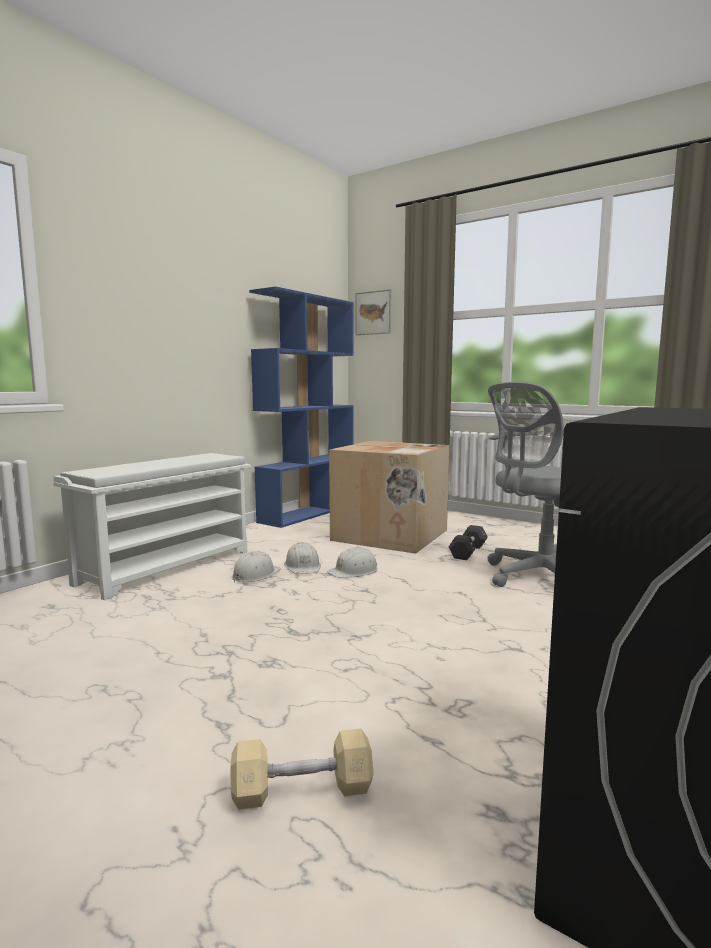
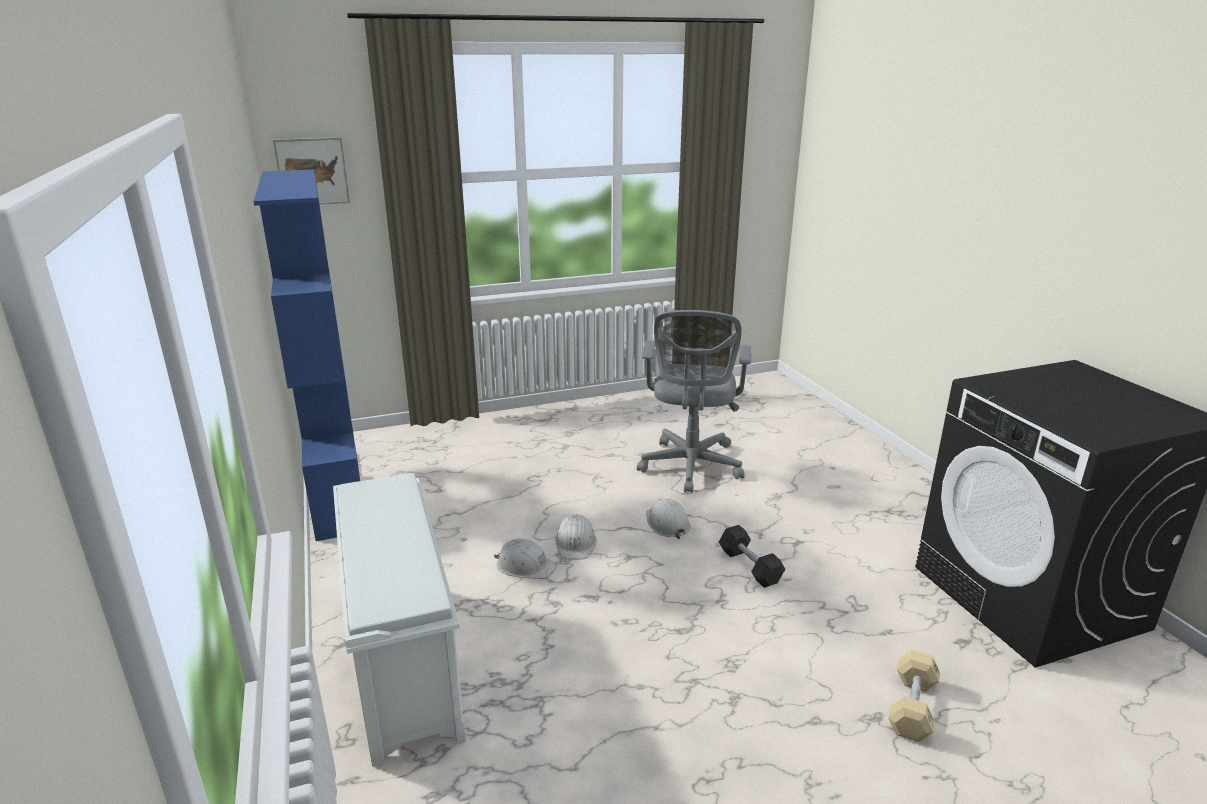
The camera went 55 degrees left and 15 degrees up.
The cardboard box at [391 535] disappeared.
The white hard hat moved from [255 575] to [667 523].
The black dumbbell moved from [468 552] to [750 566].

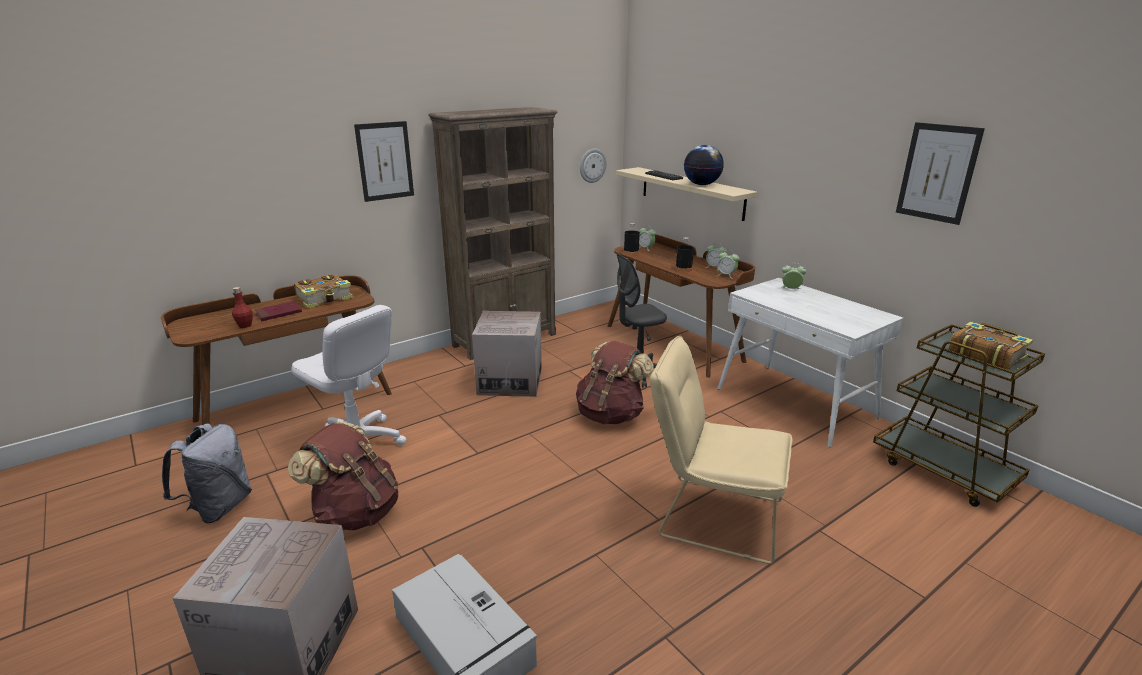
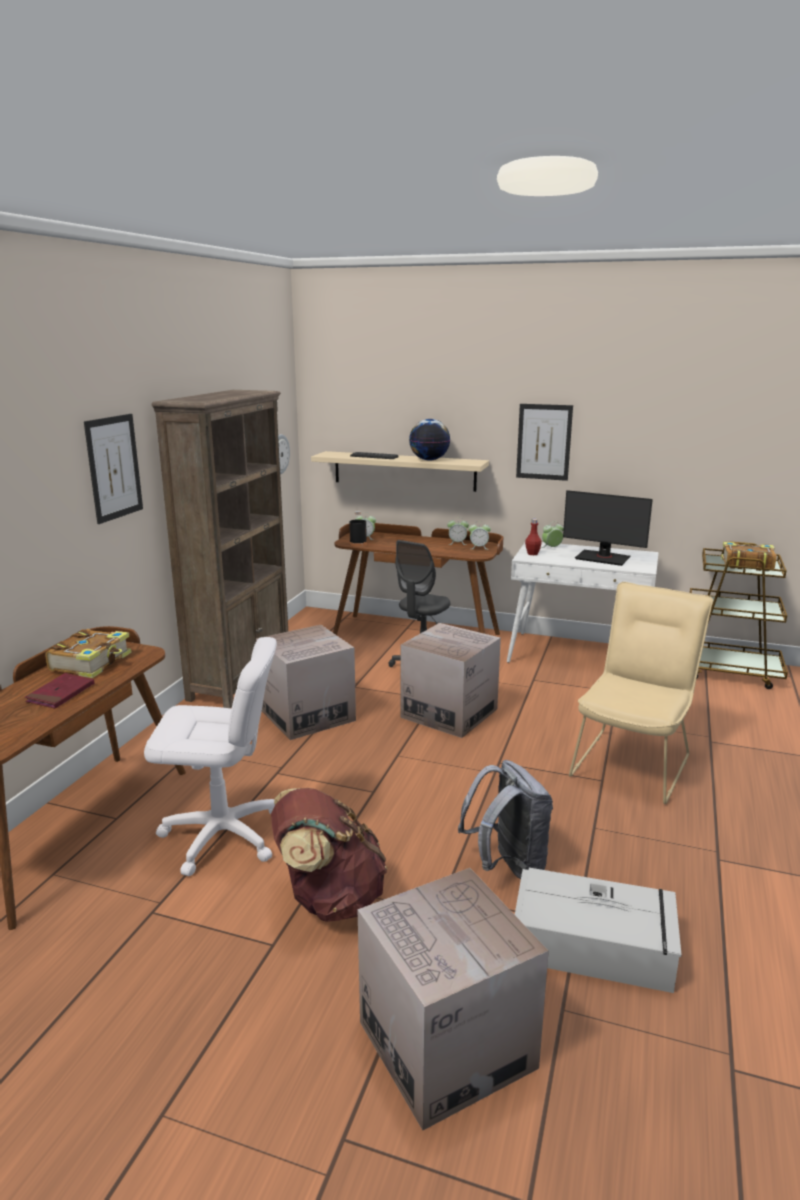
The camera went 35 degrees left and 5 degrees down.
The black bottle at [683 269] disappeared.
The monitor at [603 558] appeared.
The grey backpack moved from [219 507] to [507 866].
The red bottle moved from [245 325] to [532 554].
The picture moved from [937 173] to [544 442].
The brown backpack at [611 415] was replaced by the cardboard box at [449 713].
The beige chair at [711 516] turned 135 degrees clockwise.

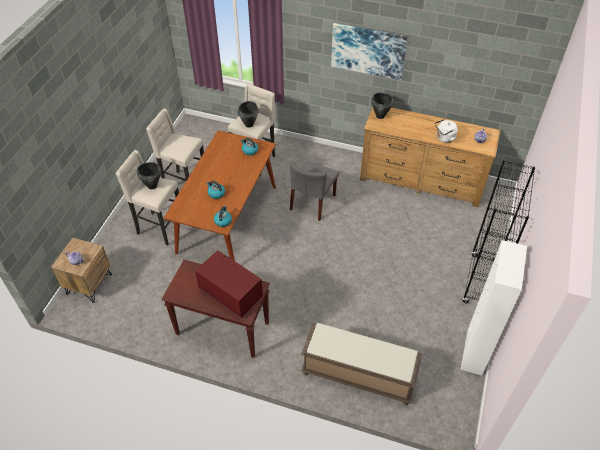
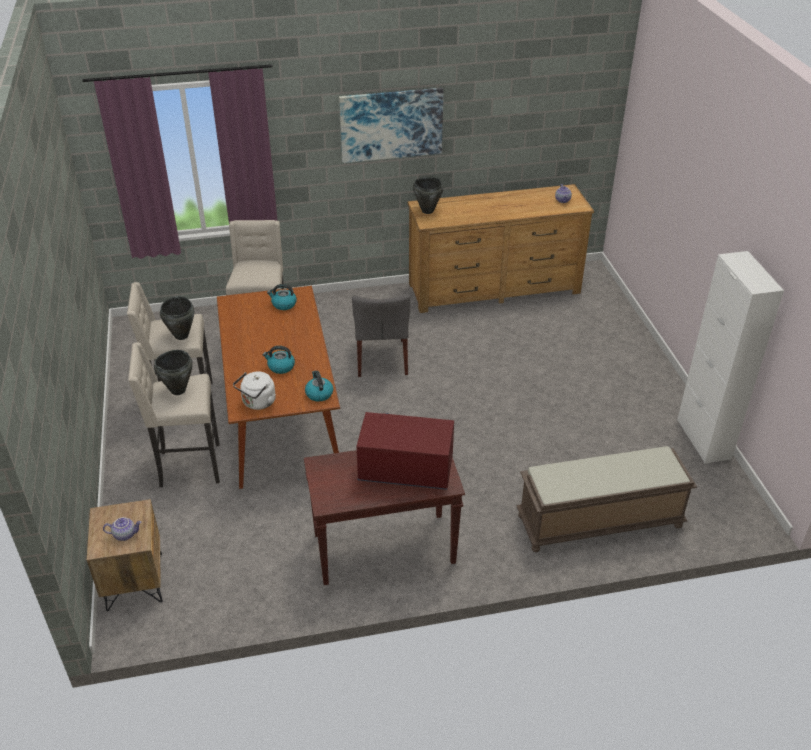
The camera went 30 degrees left and 10 degrees down.
The black bookcase at [480 282] disappeared.
The black cooking pot moved from [249 124] to [182 335].
The white kettle moved from [444 138] to [257 403].

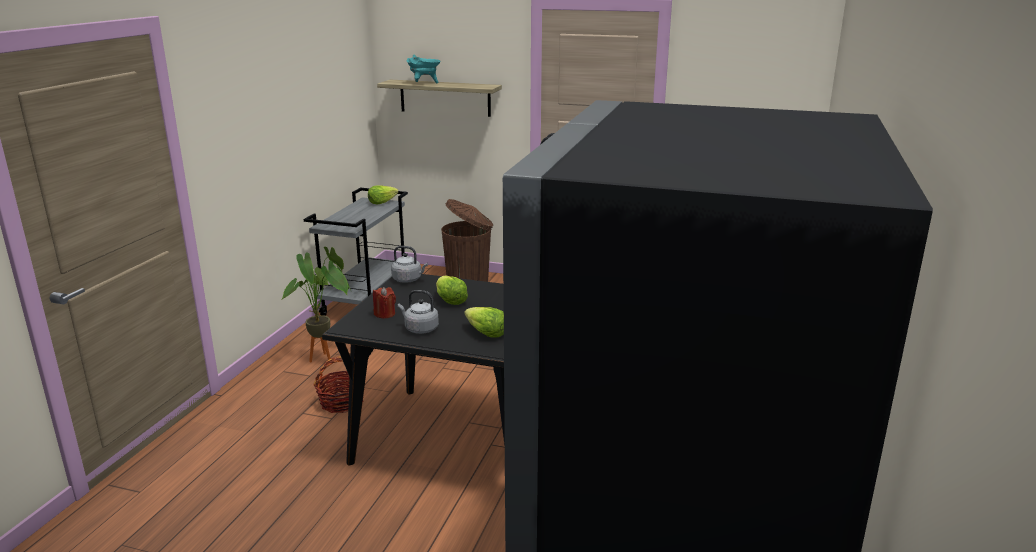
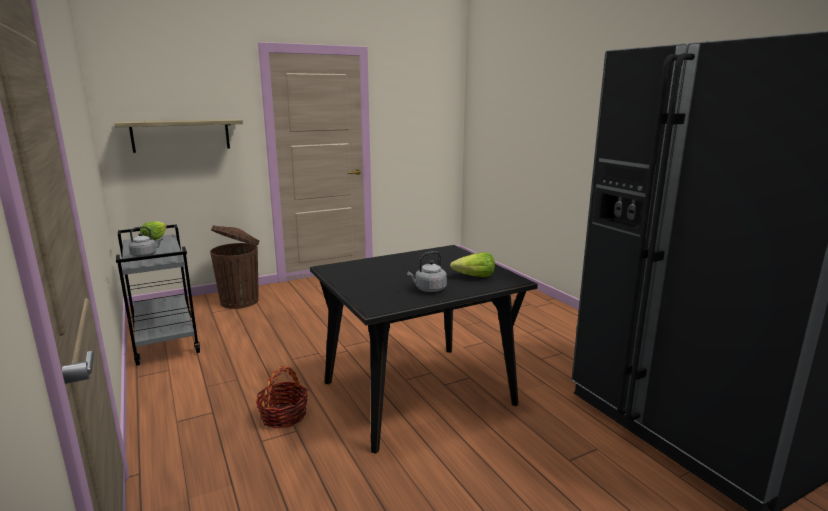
The camera went 45 degrees left and 5 degrees down.
The potted plant at [328 358] disappeared.
The red candle at [384 314] disappeared.
The turquoise cooking pot at [424 83] disappeared.
The lettuce at [450 300] disappeared.
The grey kettle moved from [408 279] to [145 255].

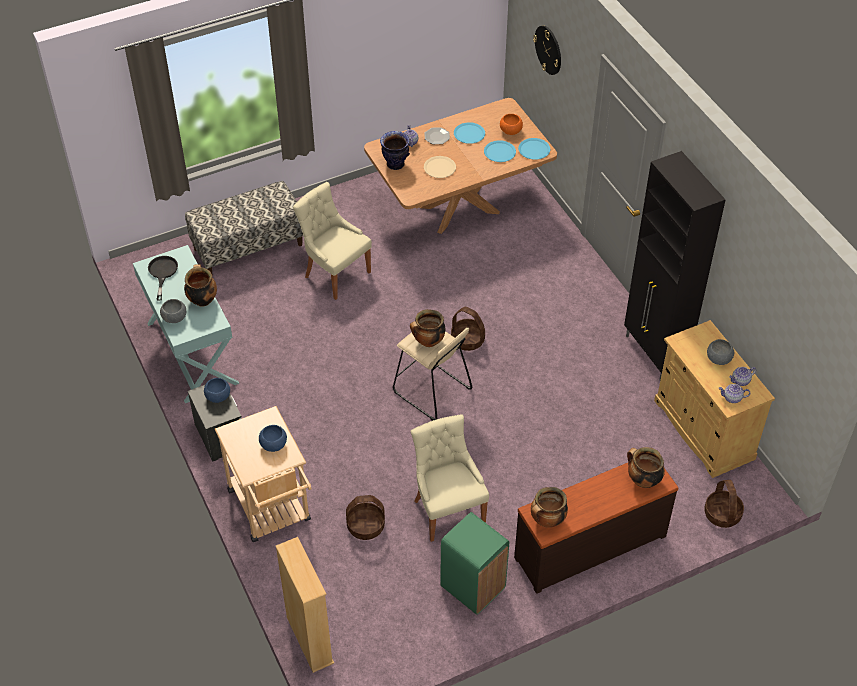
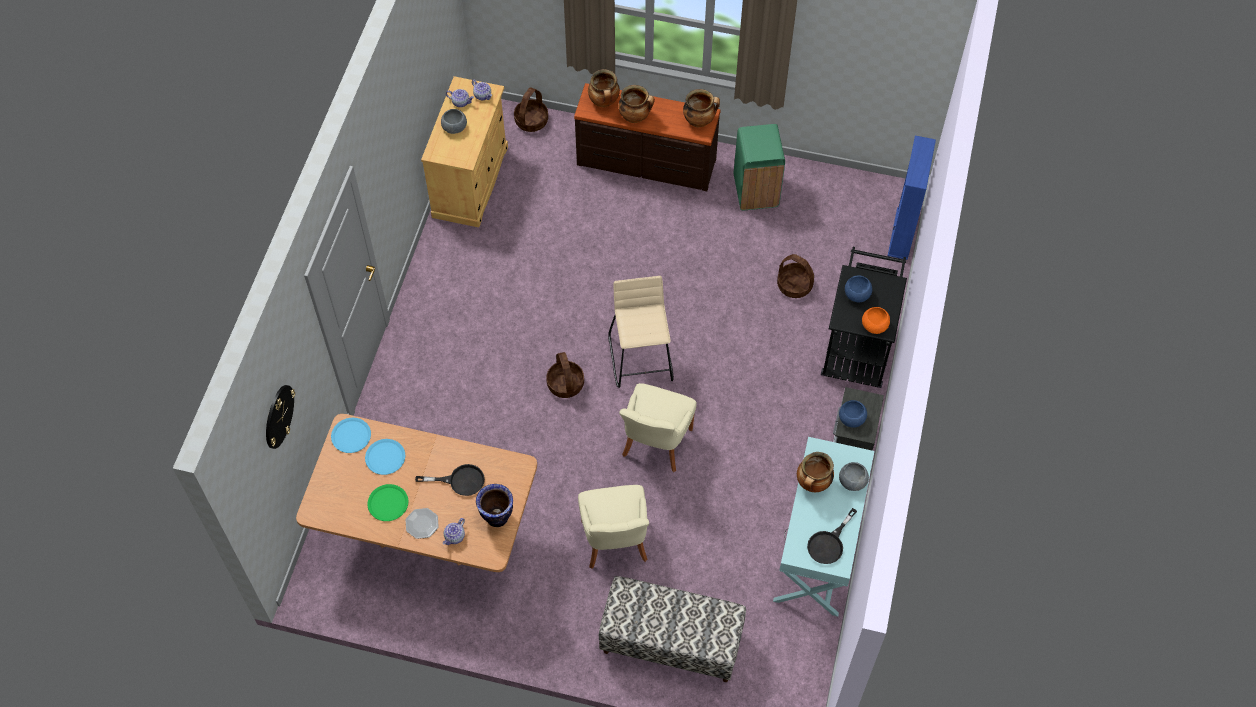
The camera went 140 degrees left and 10 degrees up.
The black cabinet at [654 354] disappeared.
The cooking pot moved from [428 342] to [635 117].
The beige chair moved from [447 509] to [655 444].
The orange bowl moved from [510 131] to [874 325].
The beige plate at [439 167] was replaced by the black frying pan at [460 481].
The beige cart at [272 511] became the black cart at [857 346].
The beige bookcase at [309 640] became the blue bookcase at [902 234].
The blue plate at [469 134] became the green plate at [388 503].

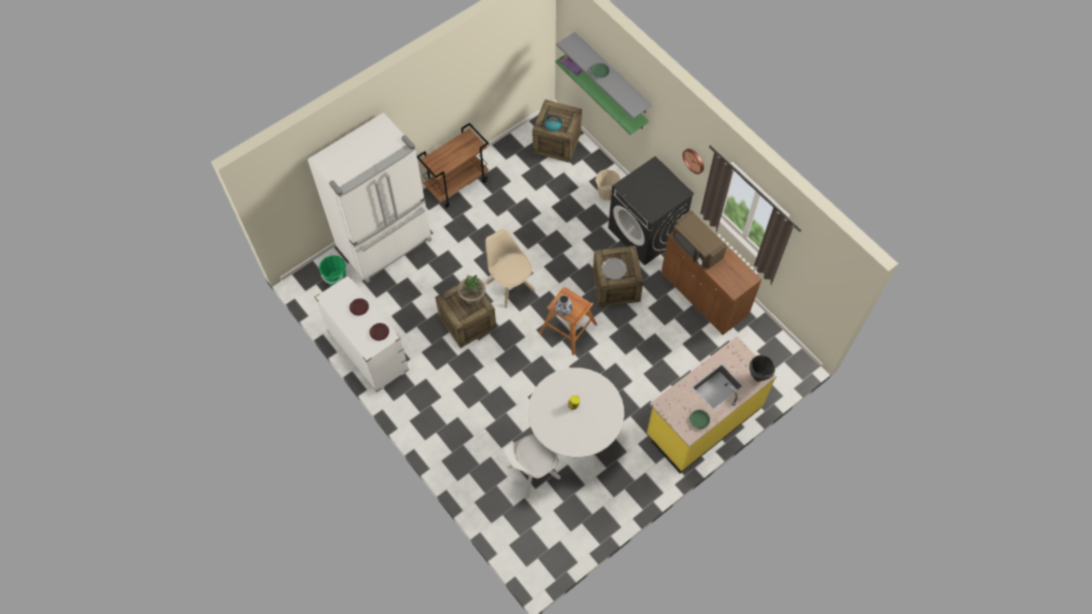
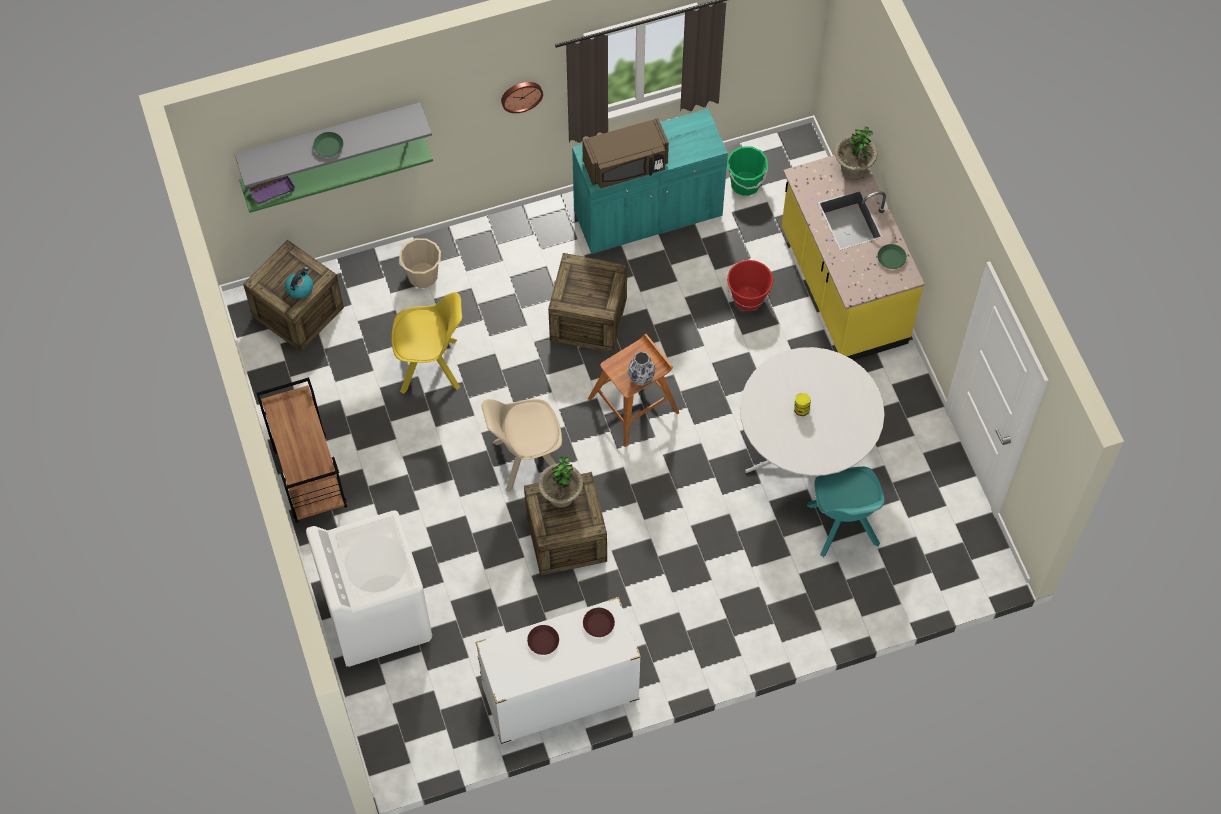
The camera went 70 degrees left and 0 degrees up.
The plate at [614 269] disappeared.
The black washing machine at [646 232] disappeared.
The yellow chair at [431 366] appeared.
The red bucket at [748 298] appeared.
The green bucket moved from [336 279] to [745 184].
The white fridge at [386 245] was replaced by the white washing machine at [377 615].
The black cooking pot at [758 377] was replaced by the potted plant at [853 168].
The white chair at [532 473] became the turquoise chair at [843 527].
The brown cabinet at [704 294] became the turquoise cabinet at [648 214].

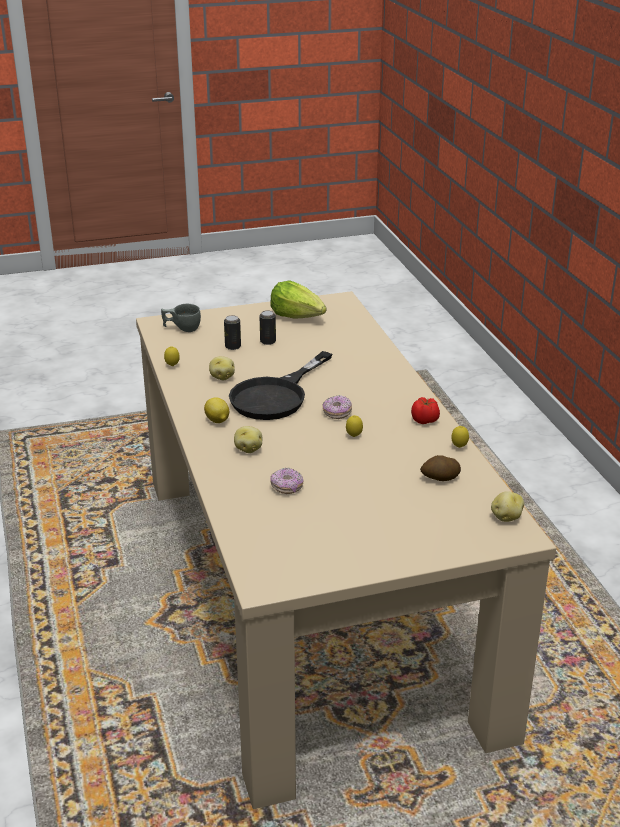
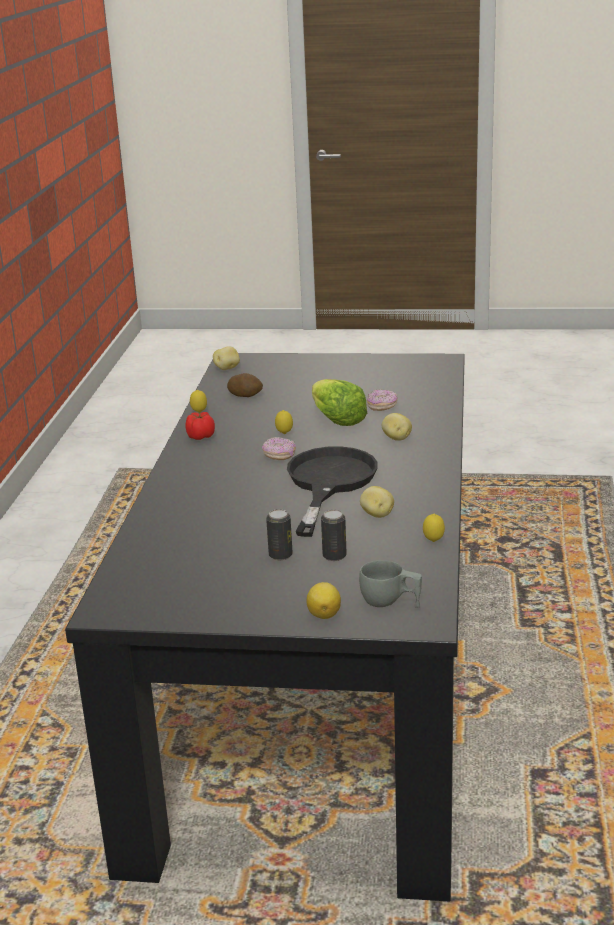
The camera went 155 degrees left and 5 degrees down.
The lemon moved from [217 421] to [324 614].
The lettuce moved from [297 316] to [336 419].
The beige dining table at [310 594] became the black dining table at [317 682].
The black frying pan at [276 395] turned 45 degrees counterclockwise.

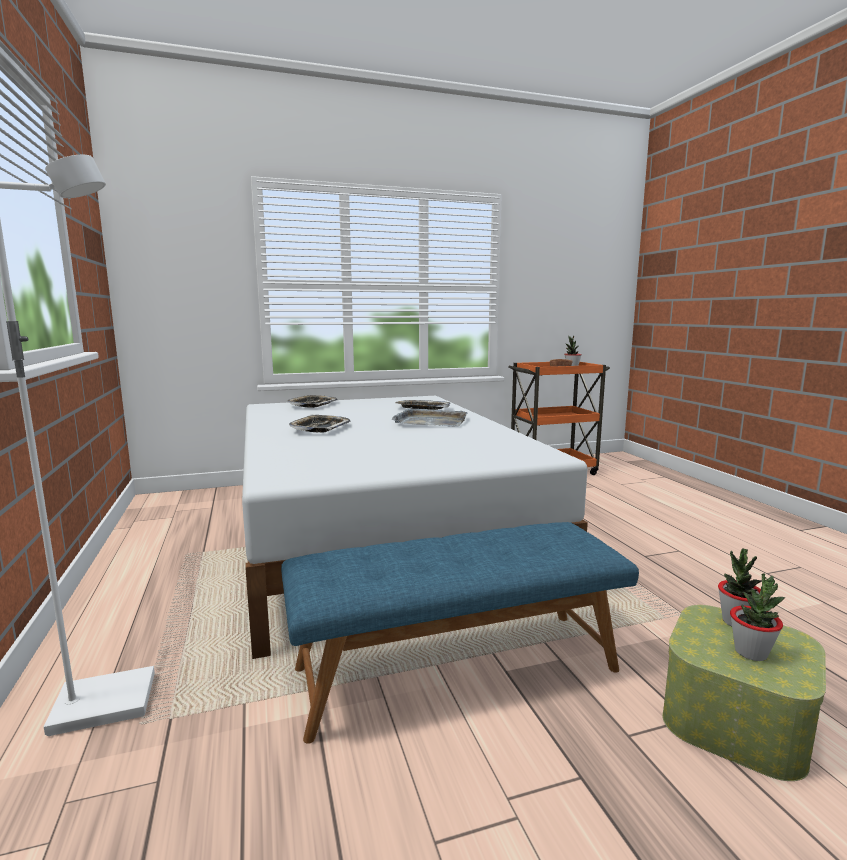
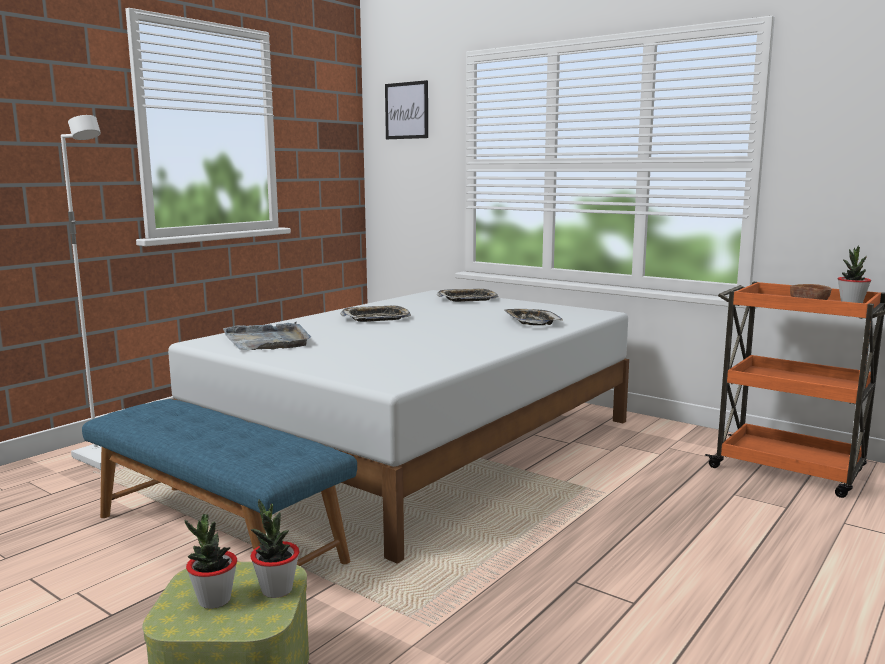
The camera went 55 degrees right and 0 degrees up.
The picture at [406 110] appeared.
The grey tray moved from [430 421] to [268 341].

